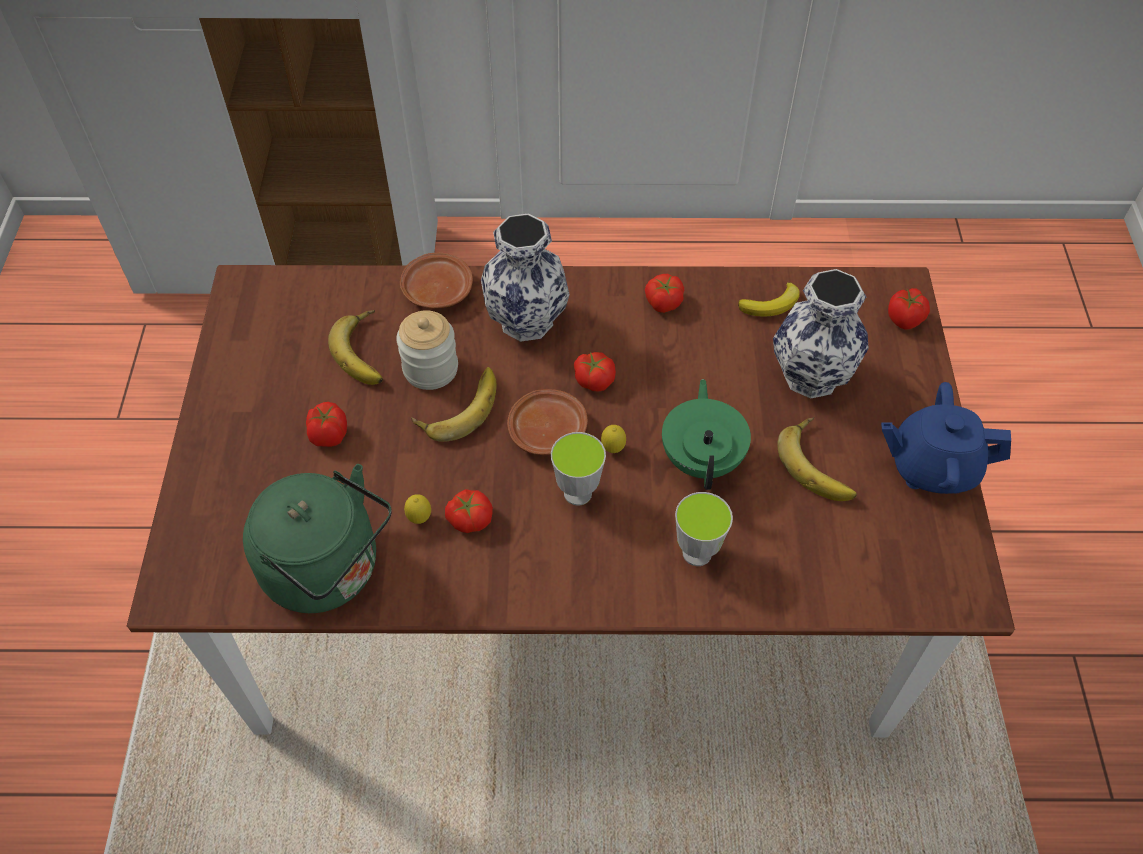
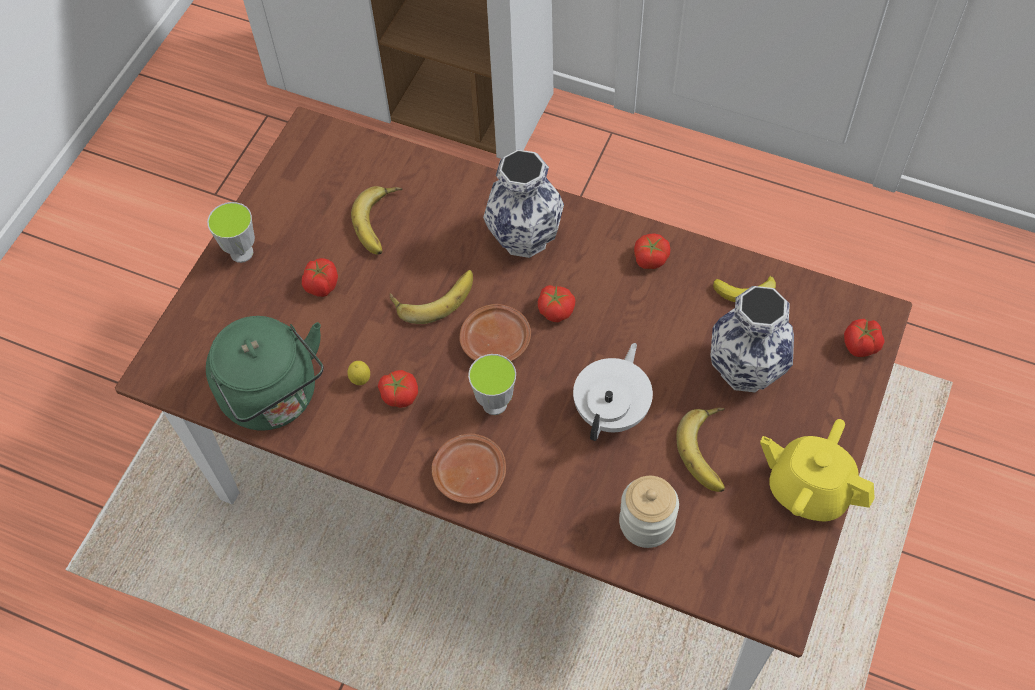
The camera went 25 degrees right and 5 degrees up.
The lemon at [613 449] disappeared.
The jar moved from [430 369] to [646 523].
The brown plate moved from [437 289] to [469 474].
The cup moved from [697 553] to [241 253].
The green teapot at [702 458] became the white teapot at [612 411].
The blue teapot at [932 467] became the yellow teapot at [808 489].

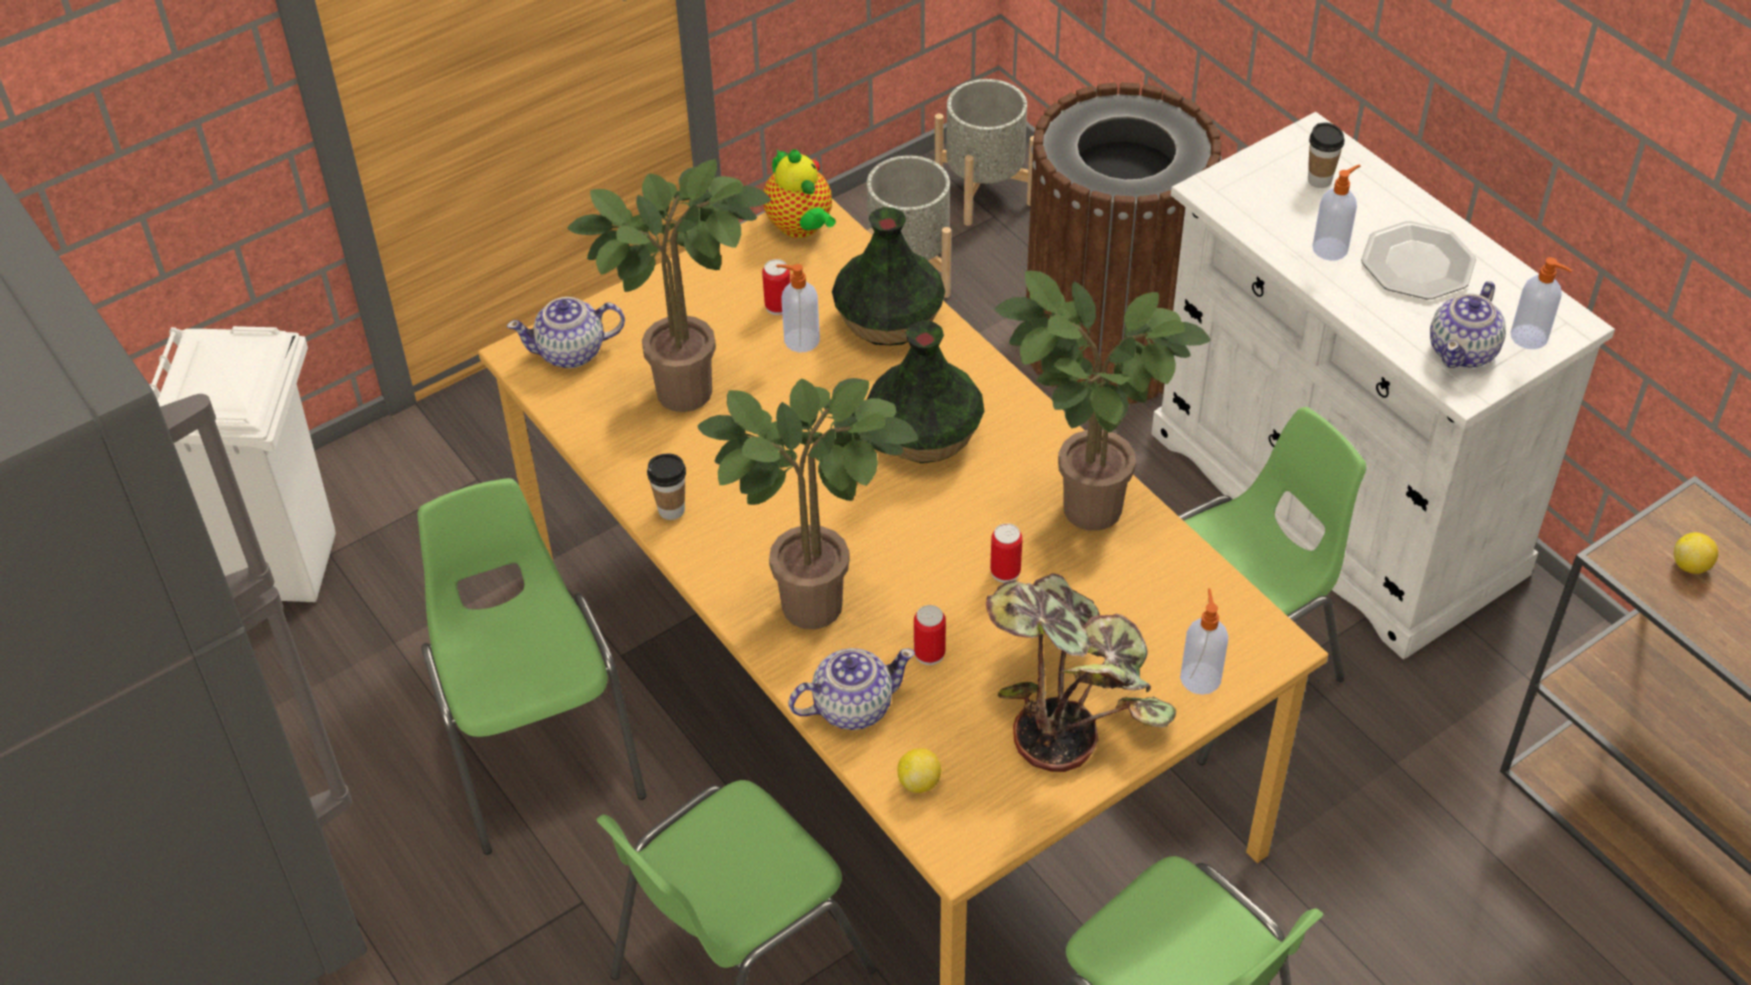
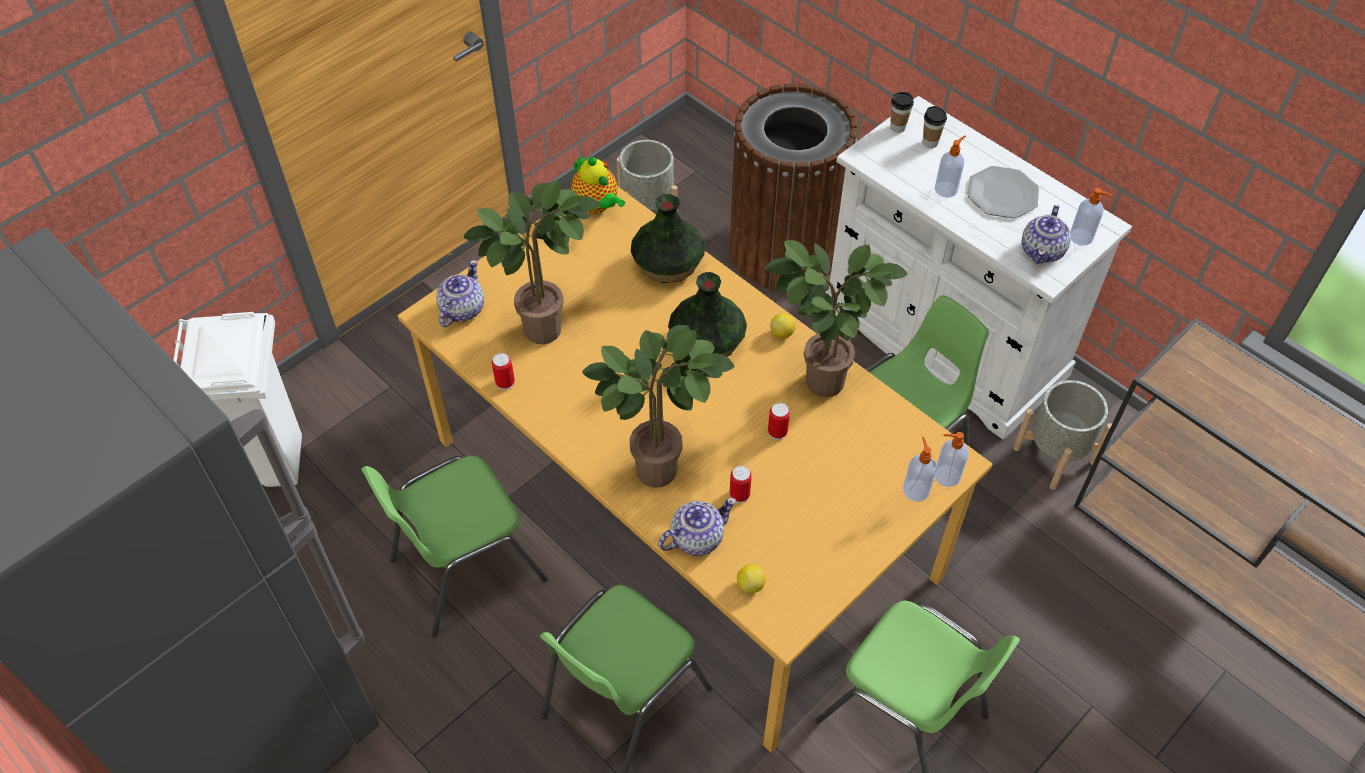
The camera went 10 degrees left and 5 degrees up.
The potted plant at [1071 697] disappeared.
The cup moved from [671 510] to [897 127].
The can moved from [778 306] to [505 382].
The soap dispenser moved from [800 340] to [946 476].
The grey planter moved from [984 191] to [1054 455].
The lemon moved from [1691 565] to [782 333].
The green chair at [538 751] turned 90 degrees counterclockwise.
The teapot at [572 352] turned 135 degrees clockwise.

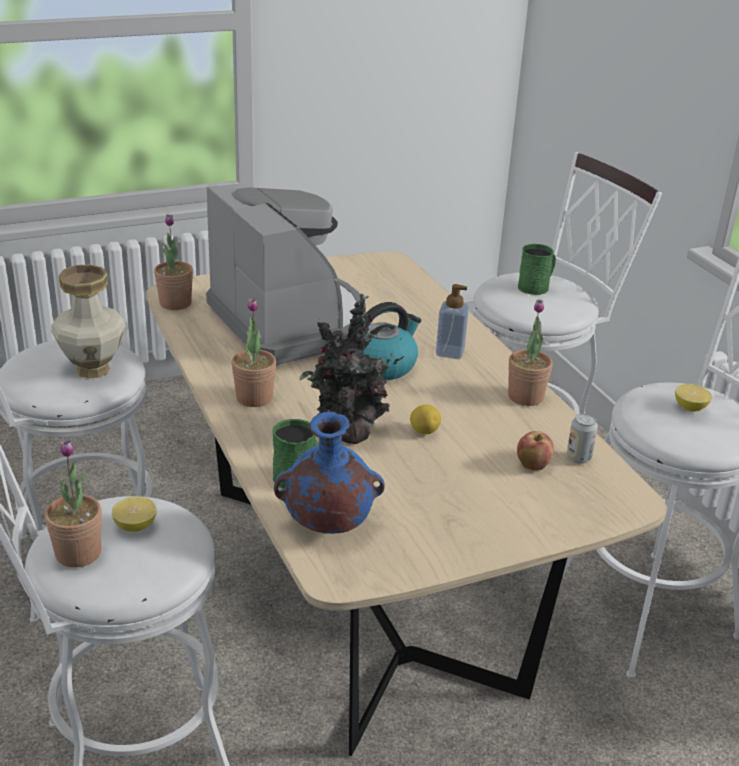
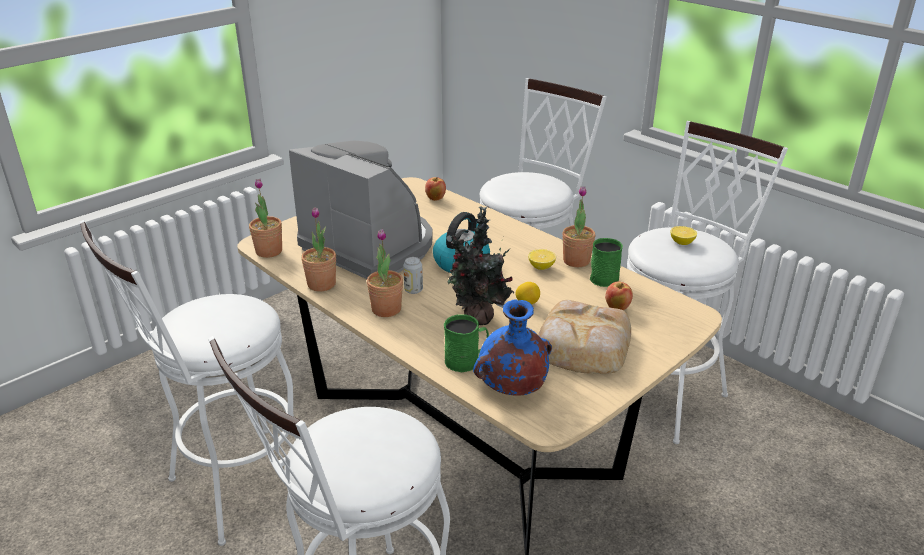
The camera went 20 degrees left and 0 degrees up.
The vase at [92 369] disappeared.
The soap dispenser at [450 352] disappeared.
The apple at [435 198] appeared.
The bread at [581 345] appeared.
The potted plant moved from [78 553] to [321 284].
The lemon moved from [135 526] to [541 267].
The green mug moved from [536 287] to [606 277].
The can moved from [578 458] to [413 290].

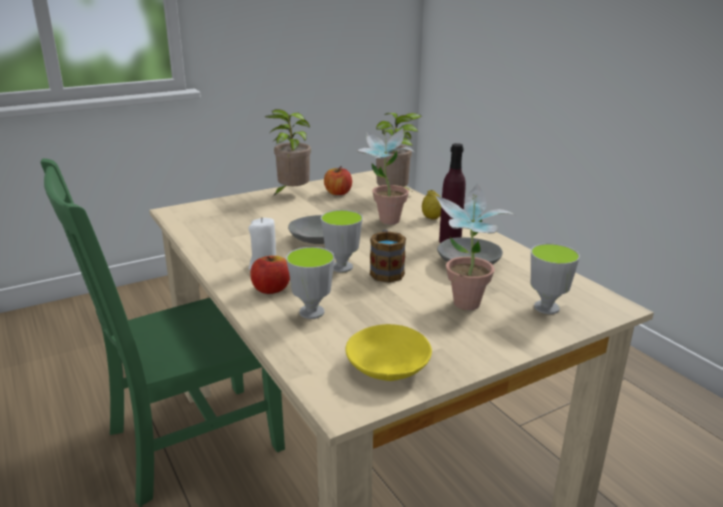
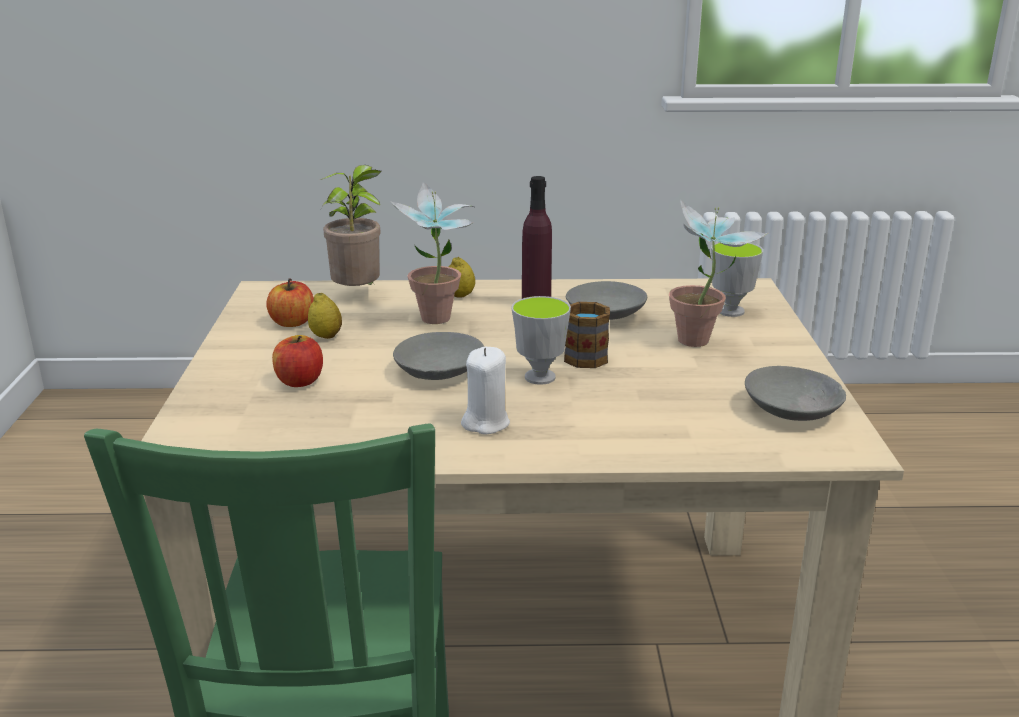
The camera went 60 degrees left and 0 degrees up.
The potted plant at [291 194] disappeared.
The cup at [311 312] disappeared.
The lemon at [326 336] appeared.
The apple moved from [271 289] to [299 381].
The yellow bowl at [388 367] became the grey bowl at [793 410].

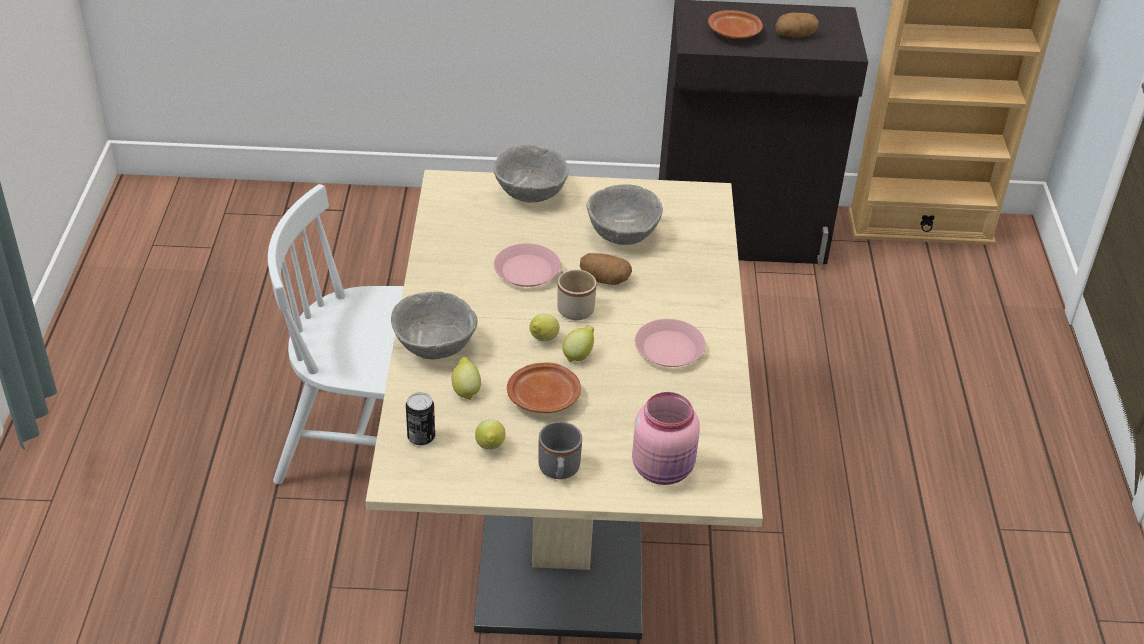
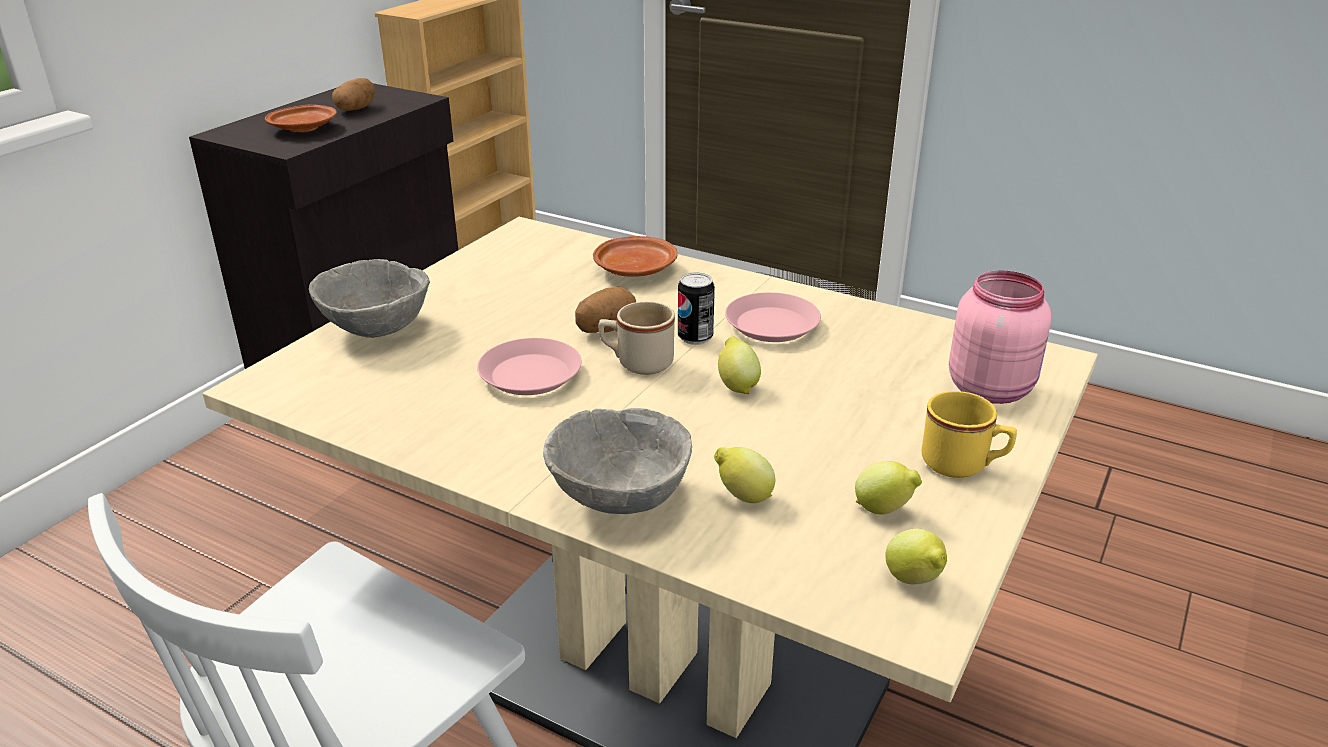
The camera went 60 degrees left and 10 degrees down.
The grey bowl at [623 234] disappeared.
The can moved from [421 437] to [695 337].
The brown plate moved from [544 398] to [635 269].
The lemon moved from [543 340] to [914 581].
The grey mug at [559 471] became the yellow mug at [963 465].

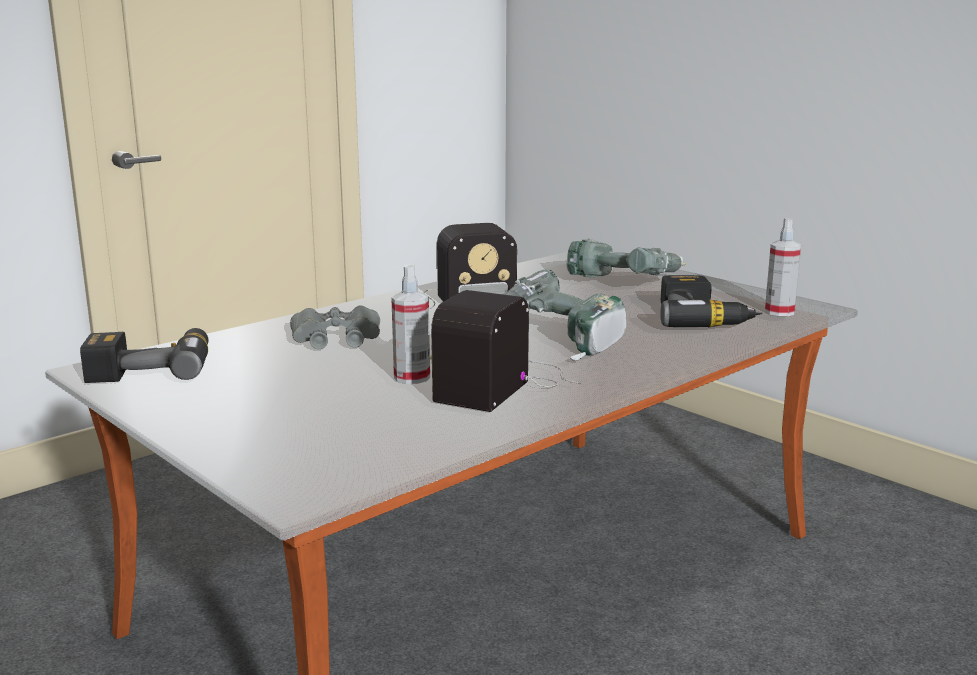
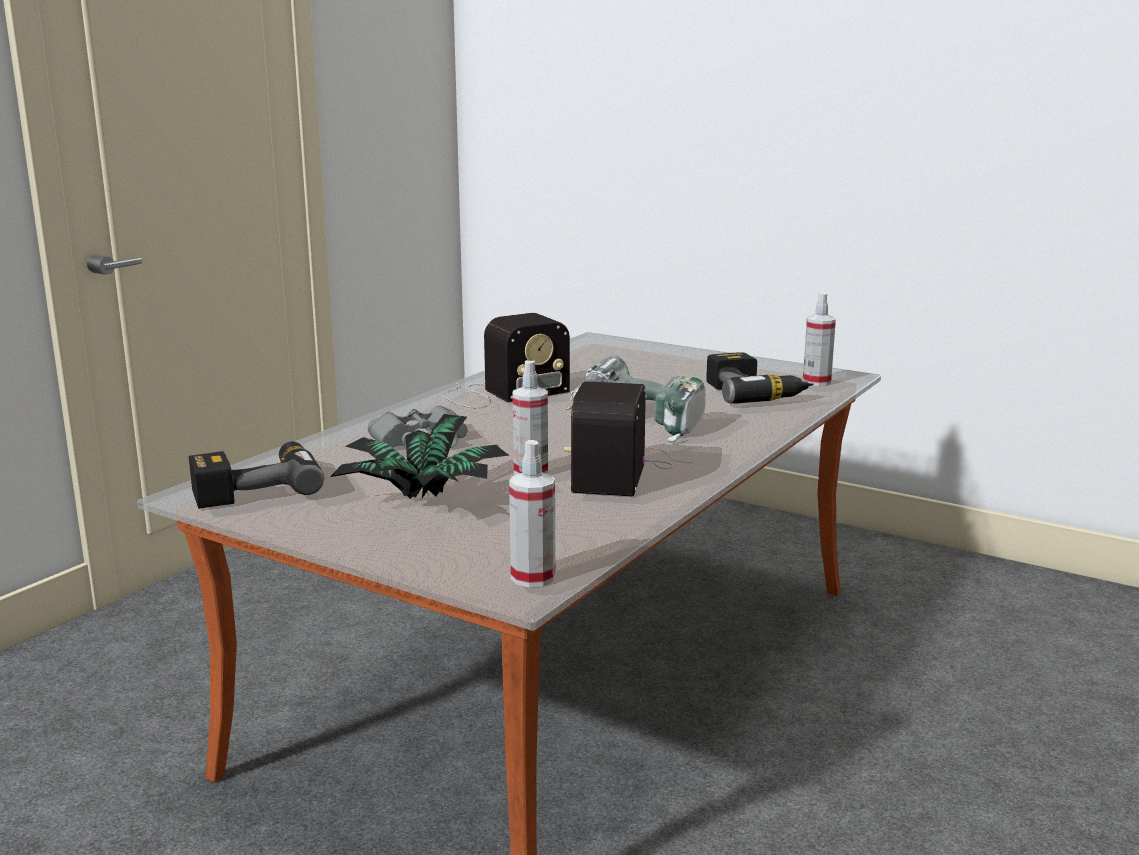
The camera went 15 degrees left and 0 degrees up.
The power drill at [625 284] disappeared.
The potted plant at [423 501] appeared.
The spray bottle at [533 577] appeared.

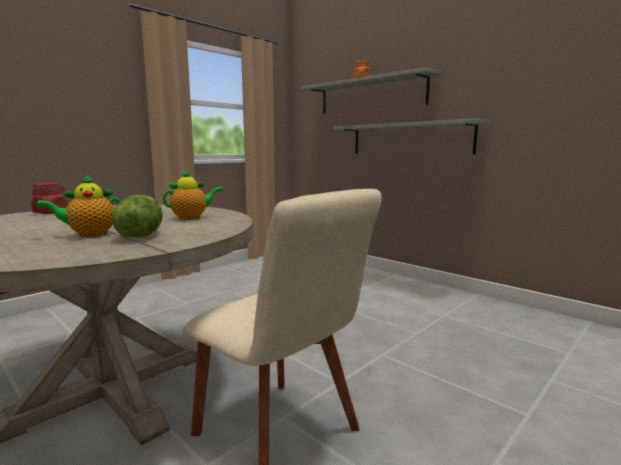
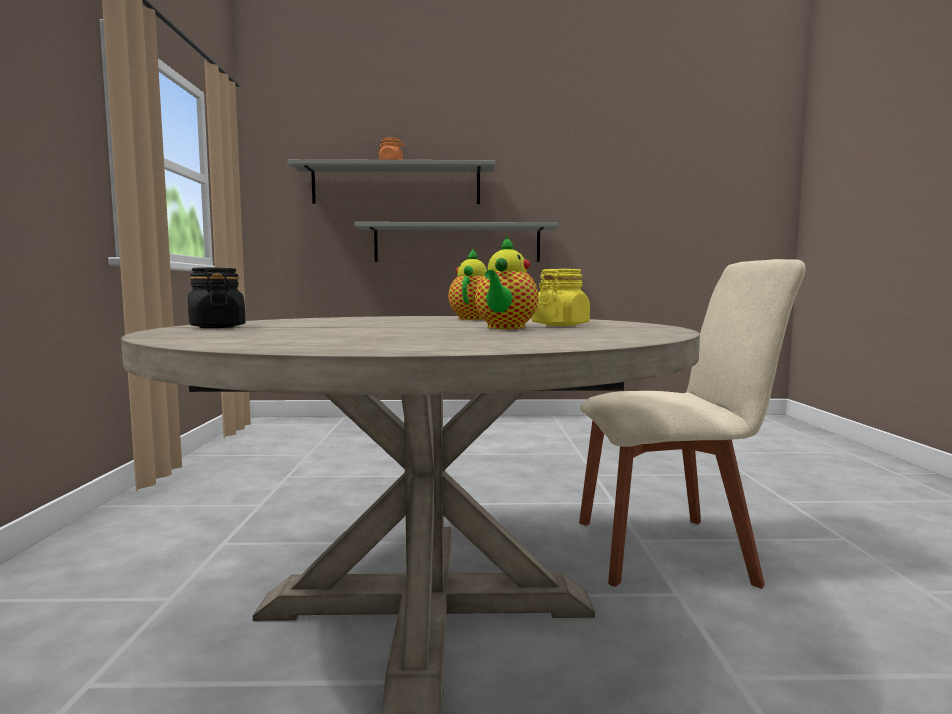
The camera went 45 degrees left and 5 degrees down.
The lettuce at [140 235] was replaced by the yellow jar at [560 325].
The red jar at [51 212] became the black jar at [217 327].

